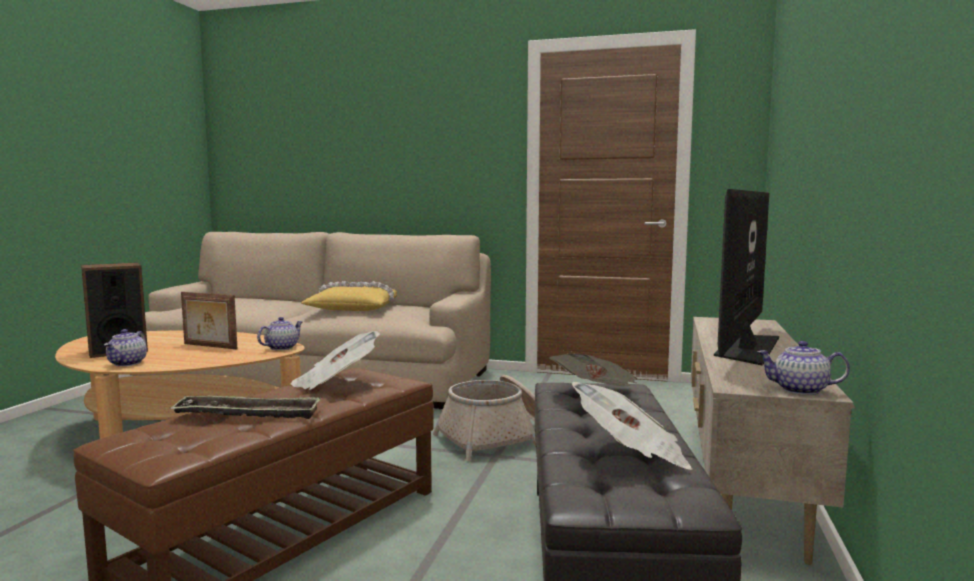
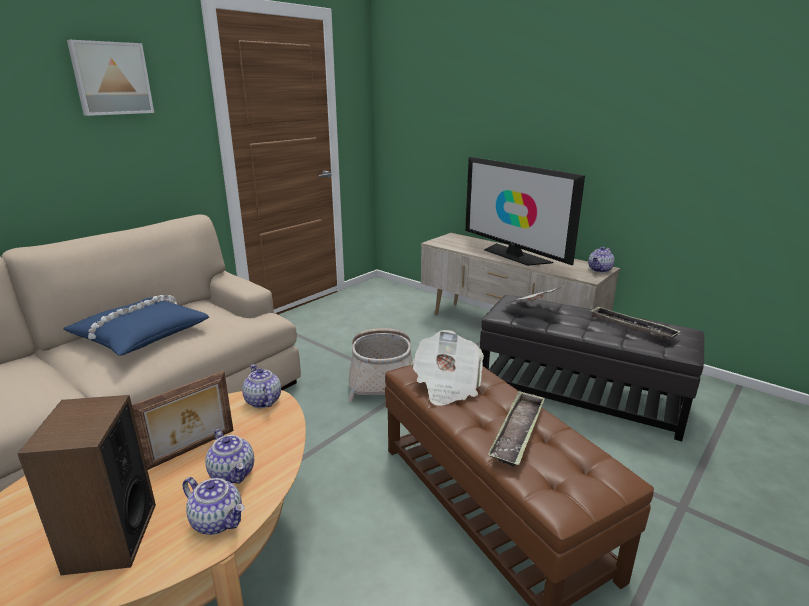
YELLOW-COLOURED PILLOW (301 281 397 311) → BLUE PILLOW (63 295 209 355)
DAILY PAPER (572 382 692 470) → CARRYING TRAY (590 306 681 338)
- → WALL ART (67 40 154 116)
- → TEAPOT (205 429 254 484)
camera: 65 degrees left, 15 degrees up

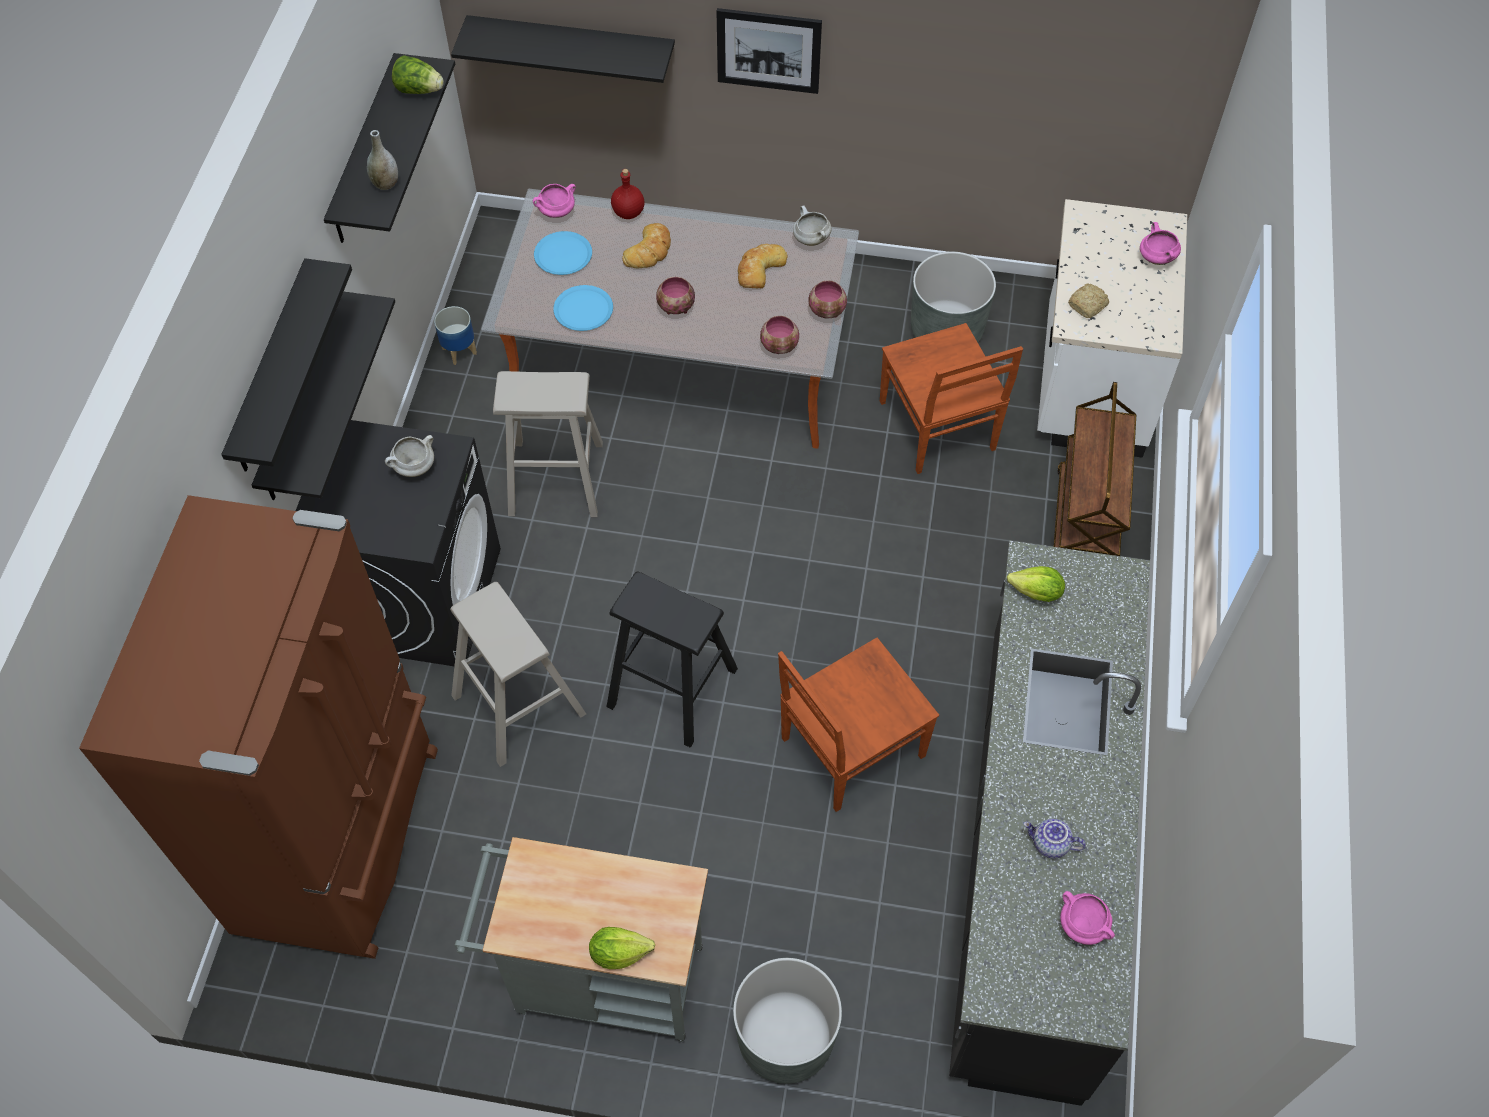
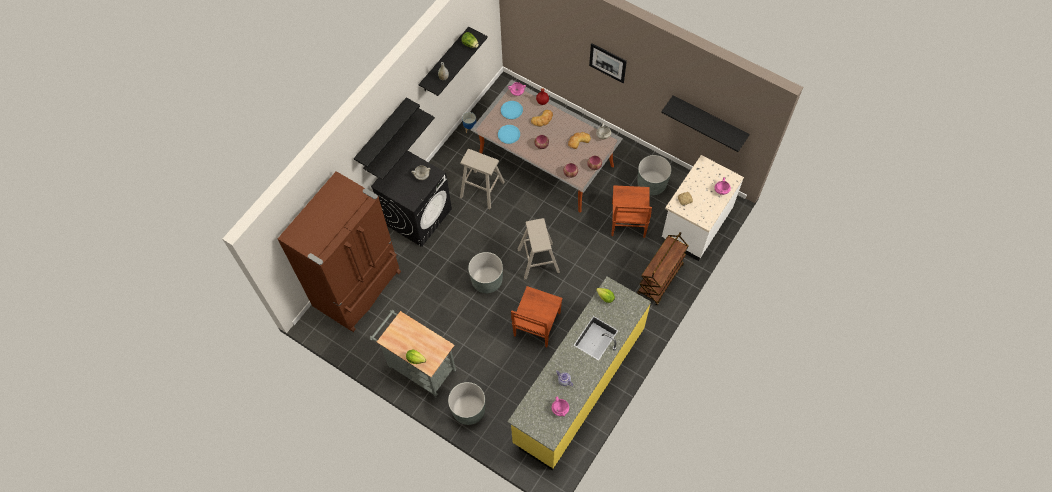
BEIGE STOOL SEAT (450 582 586 767) → BEIGE STOOL SEAT (518 218 560 280), shifted
BLACK-COLOURED WALL SHELF (451 15 675 83) → BLACK-COLOURED WALL SHELF (661 95 750 152), shifted
BLACK-COLOURED STOOL SEAT (606 572 738 748) → GRAY PLANTER (468 252 503 293)
BROWNISH PLAIN CHAIR (778 638 939 812) → BROWNISH PLAIN CHAIR (511 286 563 347), 60 degrees counterclockwise
BLACK-COLOURED KITCHEN BASE UNIT (949 541 1150 1106) → YELLOW-COLOURED KITCHEN BASE UNIT (507 277 651 470)
camera: 25 degrees right, 5 degrees up

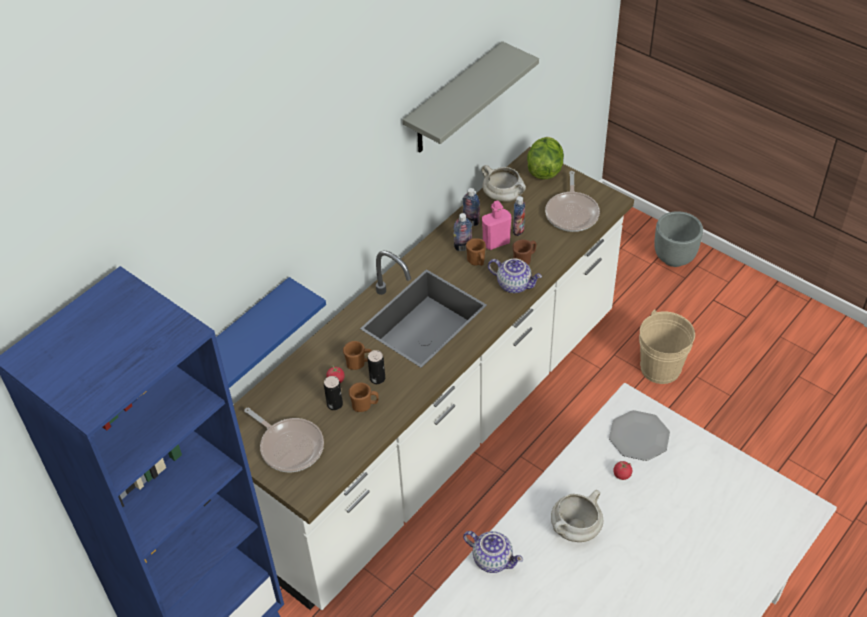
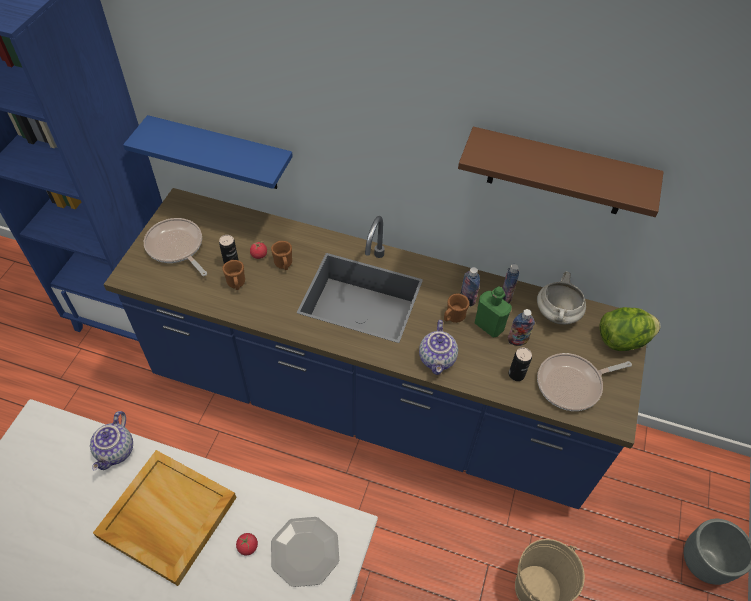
WHITE-COLOURED KITCHEN BASE UNIT (233 147 634 610) → BLUE KITCHEN BASE UNIT (103 188 647 509)
PAN (244 408 324 472) → PAN (144 218 207 276), 120 degrees clockwise
METAL CAN (368 350 385 384) → METAL CAN (509 347 532 381), shifted
GRAY WALL SHELF (402 41 539 153) → BROWNISH WALL SHELF (458 127 664 217)
PINK-COLOURED BEVERAGE BOTTLE (482 201 512 250) → GREENISH BEVERAGE BOTTLE (475 286 512 337)
BROWNISH TEA MUG (513 239 536 265) → -
WHITE-COLOURED STOCKPOT (551 490 603 542) → BEIGE CARRYING TRAY (93 450 237 586)
camera: 65 degrees right, 5 degrees up

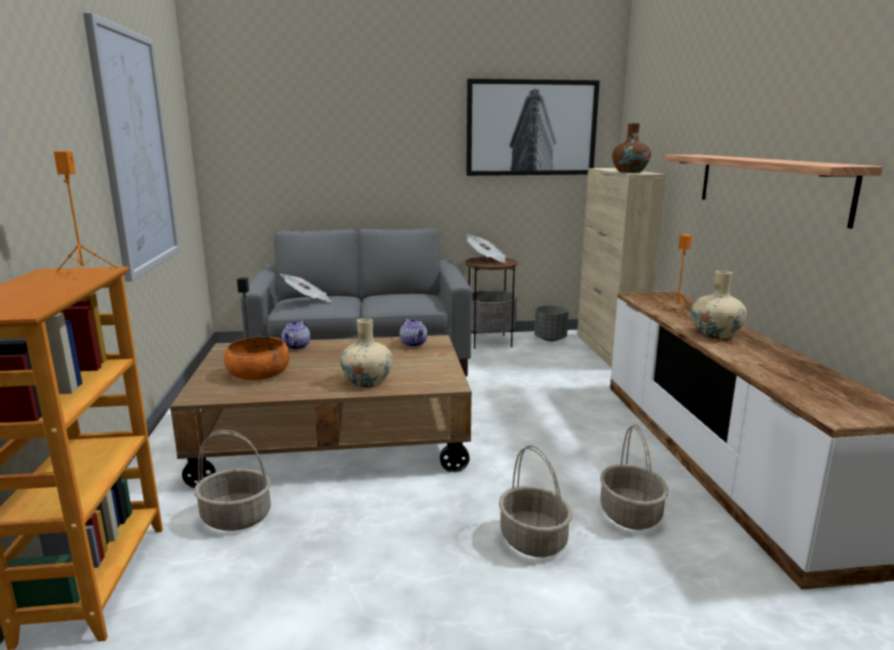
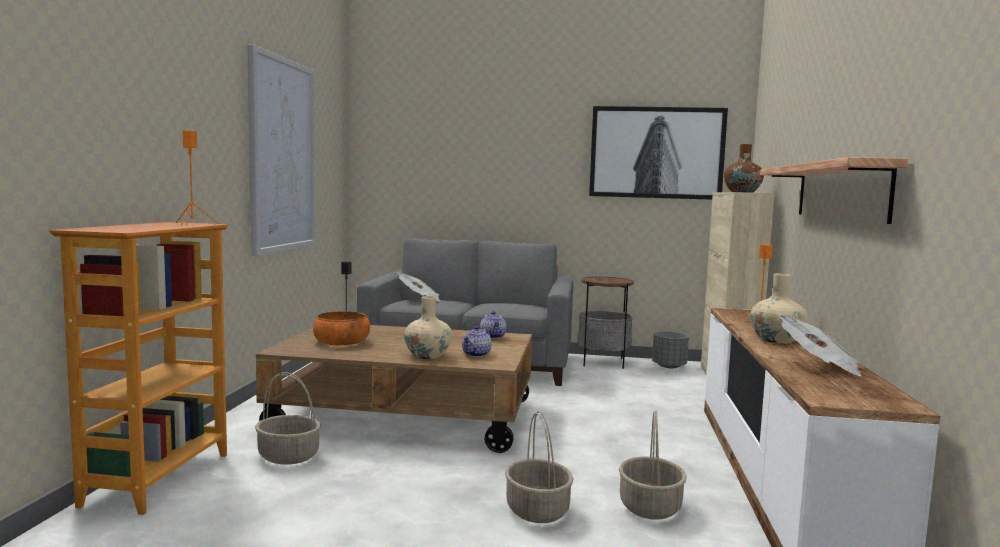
TEAPOT (282 320 310 350) → TEAPOT (462 326 492 357), shifted
DAILY PAPER (467 234 506 263) → DAILY PAPER (778 314 862 376), shifted
camera: 15 degrees right, 10 degrees down

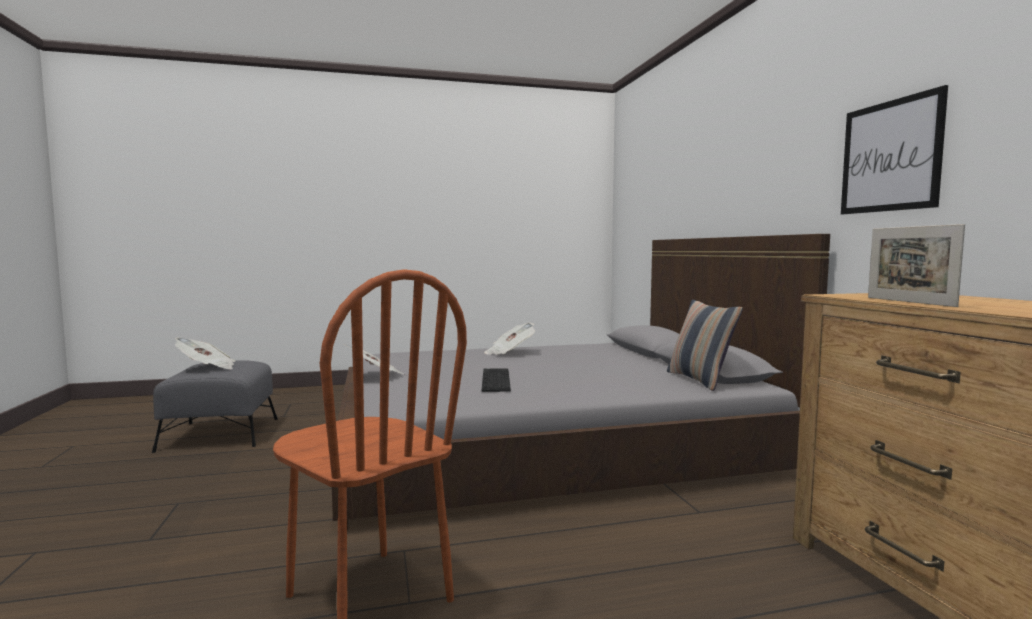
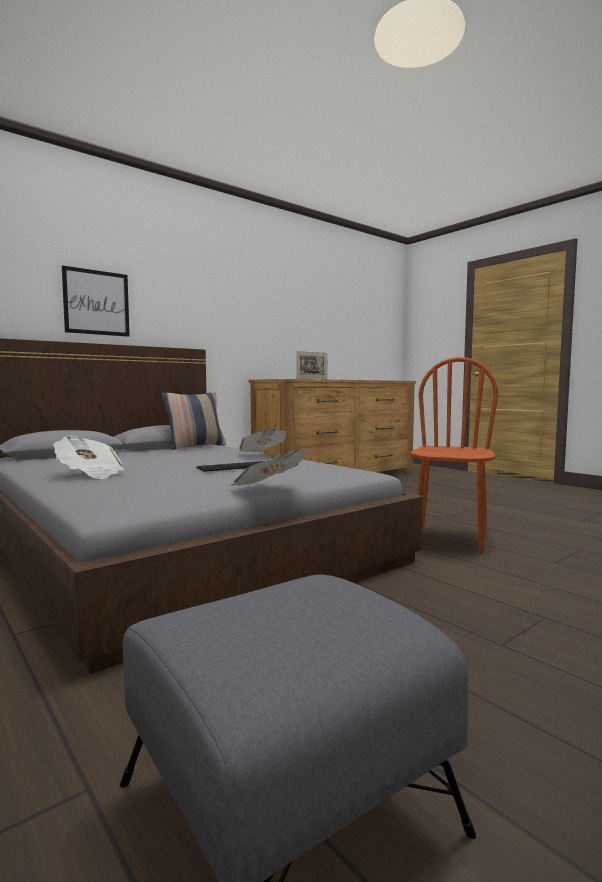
DAILY PAPER (175 338 235 369) → DAILY PAPER (239 428 286 452), shifted
WALL ART (841 85 948 214) → WALL ART (62 266 130 337), shifted
camera: 115 degrees left, 0 degrees up

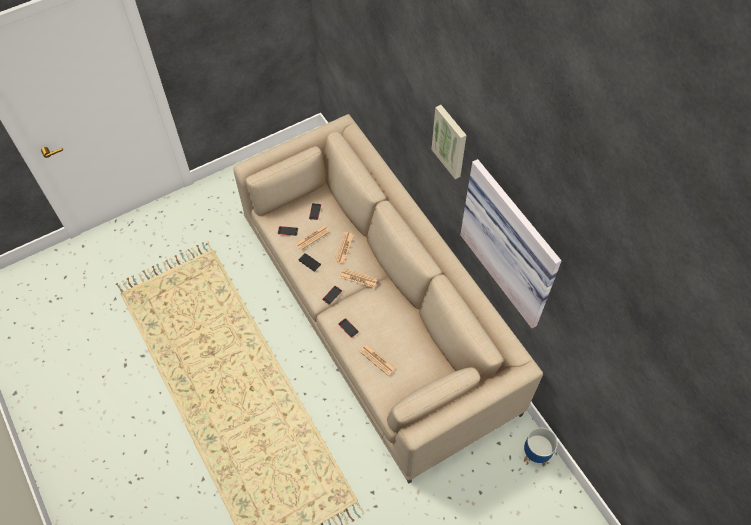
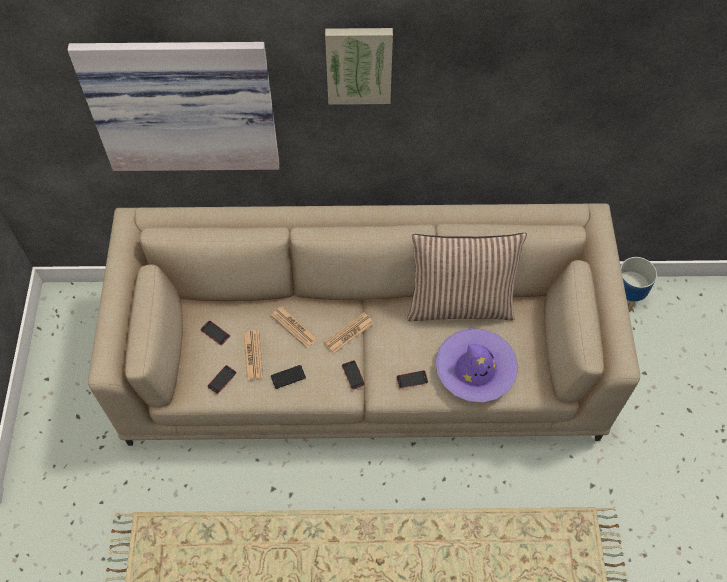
DAILY PAPER (360 344 396 376) → PURPLE HAT (435 328 518 402)
WALL ART (460 159 561 328) → WALL ART (68 42 280 171), shifted
- → PILLOW (407 233 527 321)
camera: 60 degrees left, 0 degrees up

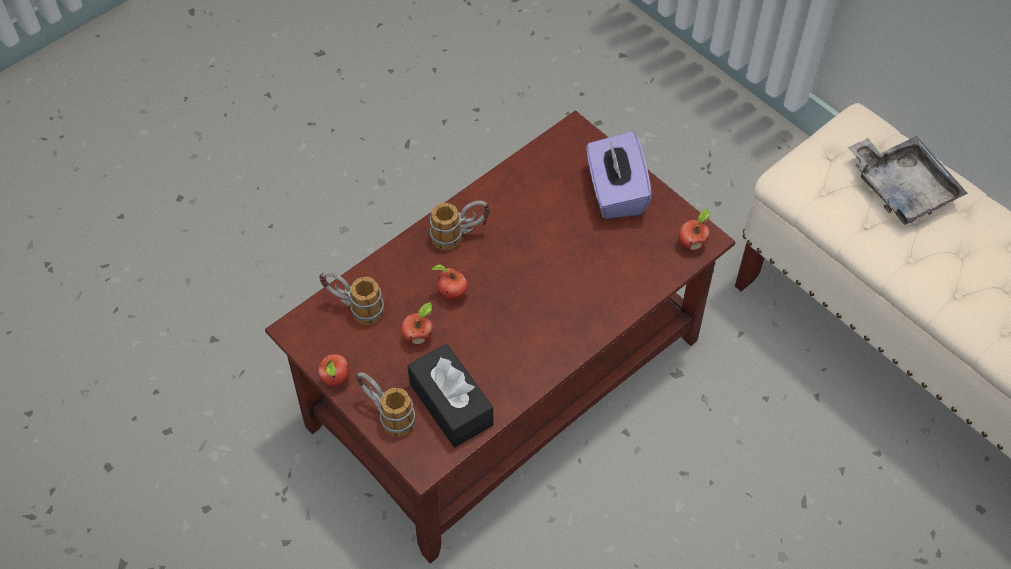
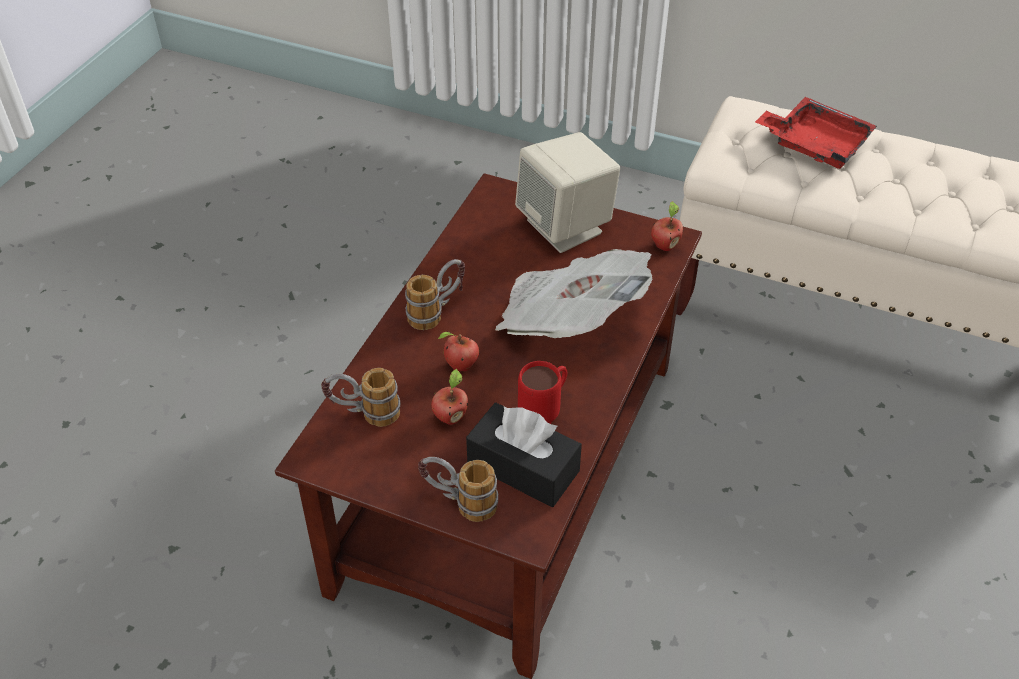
WHOLE APPLE (318 354 350 386) → -
PURPLE TISSUE BOX (586 131 652 219) → BEIGE LOUDSPEAKER (515 132 620 253)
GRAY CARRYING TRAY (848 136 968 225) → REDDISH CARRYING TRAY (755 97 877 169)
- → DAILY PAPER (495 249 652 338)
- → REDDISH TEA MUG (518 361 567 424)
camera: 25 degrees left, 10 degrees down

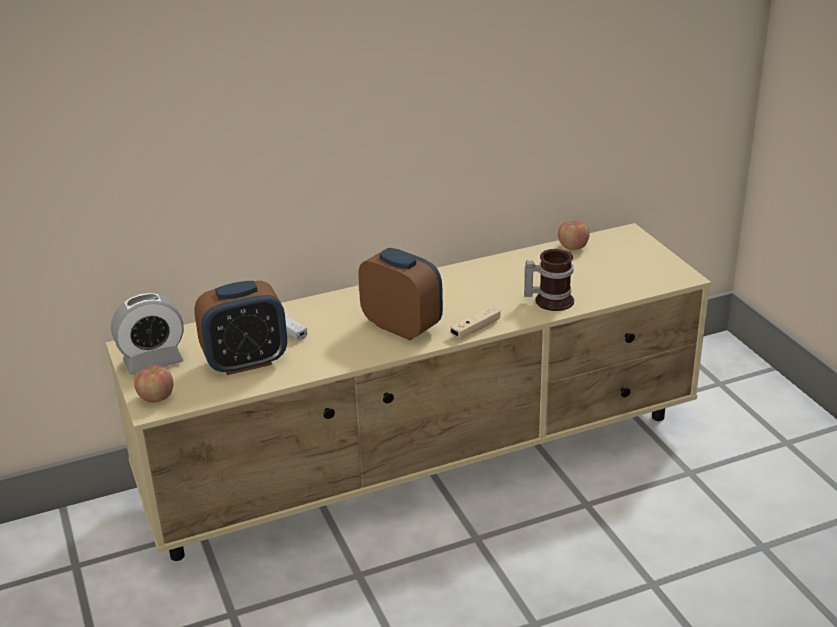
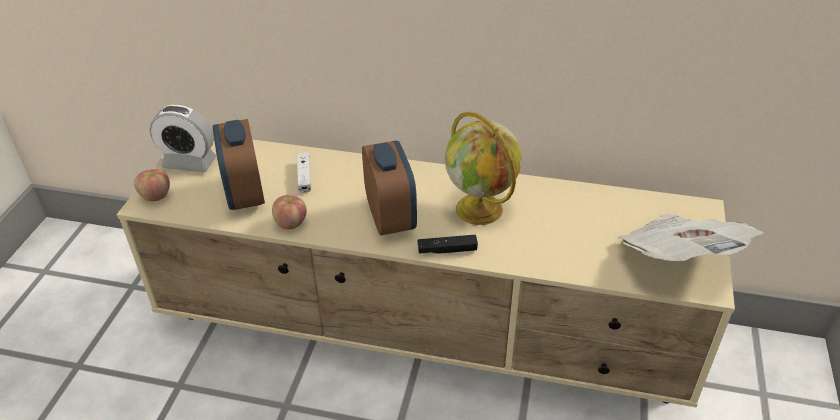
BEDSIDE CLOCK (194 281 287 375) → BEDSIDE CLOCK (213 119 265 210), 60 degrees clockwise
BEIGE GAME CONTROLLER (450 306 500 338) → BLACK-COLOURED GAME CONTROLLER (417 235 478 254)
TEA MUG (525 249 574 311) → -
WHOLE APPLE (558 221 589 250) → WHOLE APPLE (272 195 307 229), shifted
- → DESK GLOBE (445 112 522 225)
- → DAILY PAPER (617 214 764 261)
camera: 35 degrees right, 10 degrees up

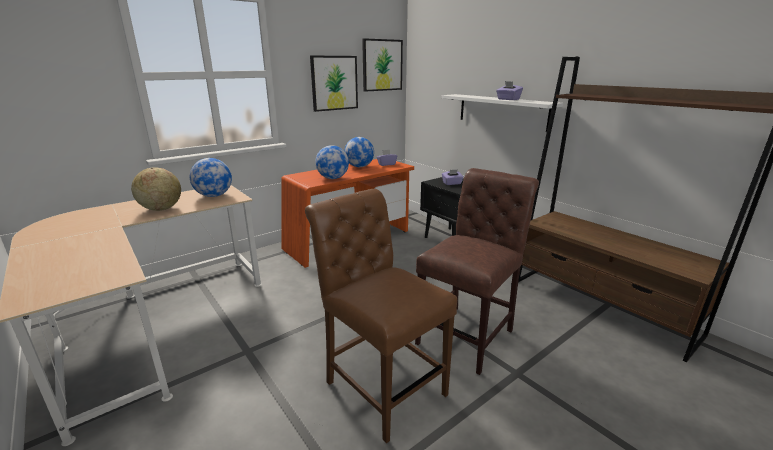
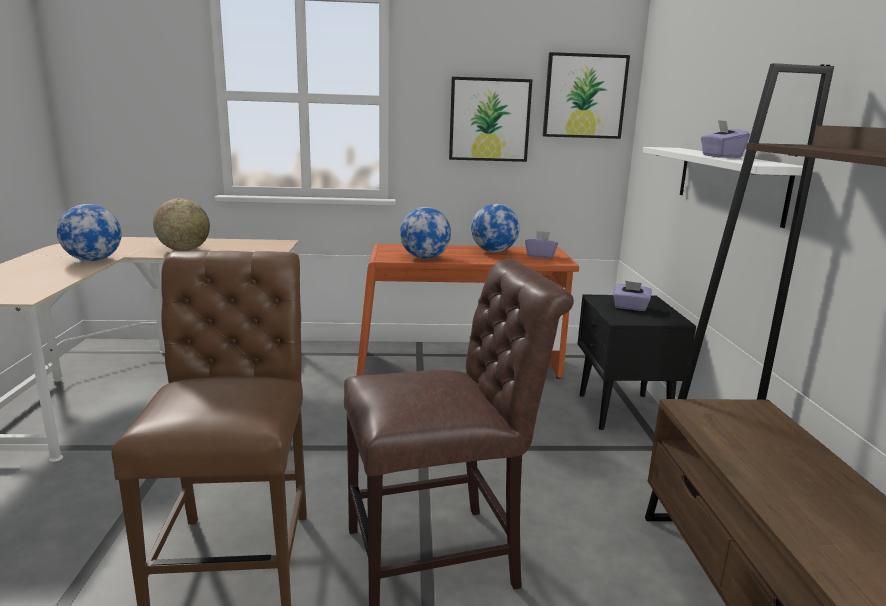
DESK GLOBE (189 158 232 197) → DESK GLOBE (57 204 122 261), shifted
camera: 35 degrees right, 5 degrees down

